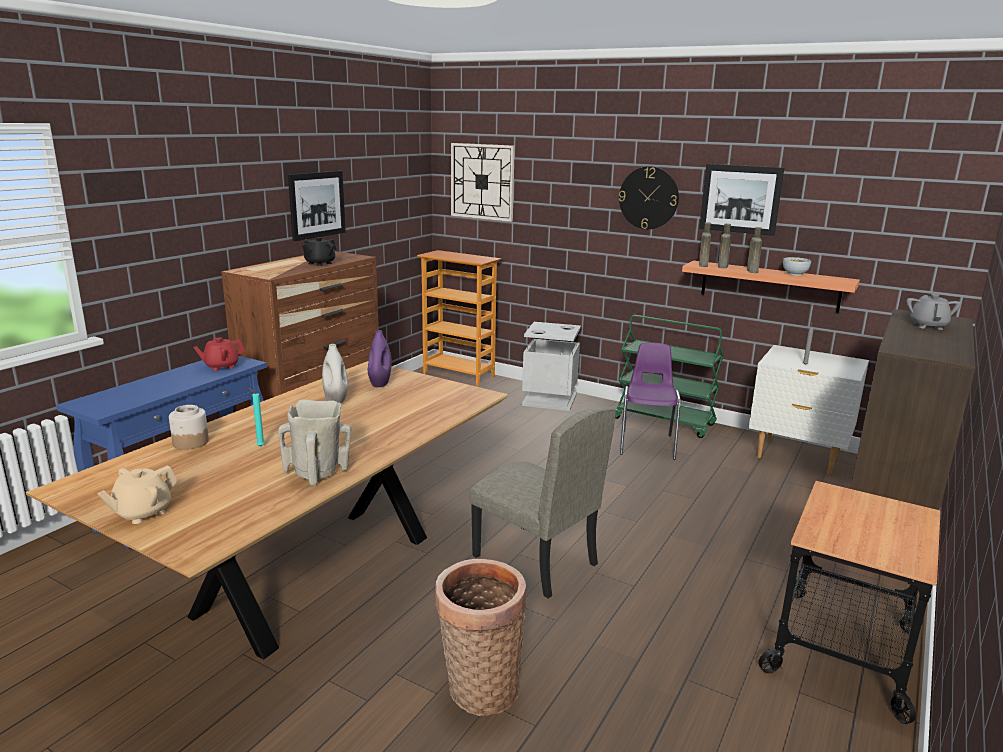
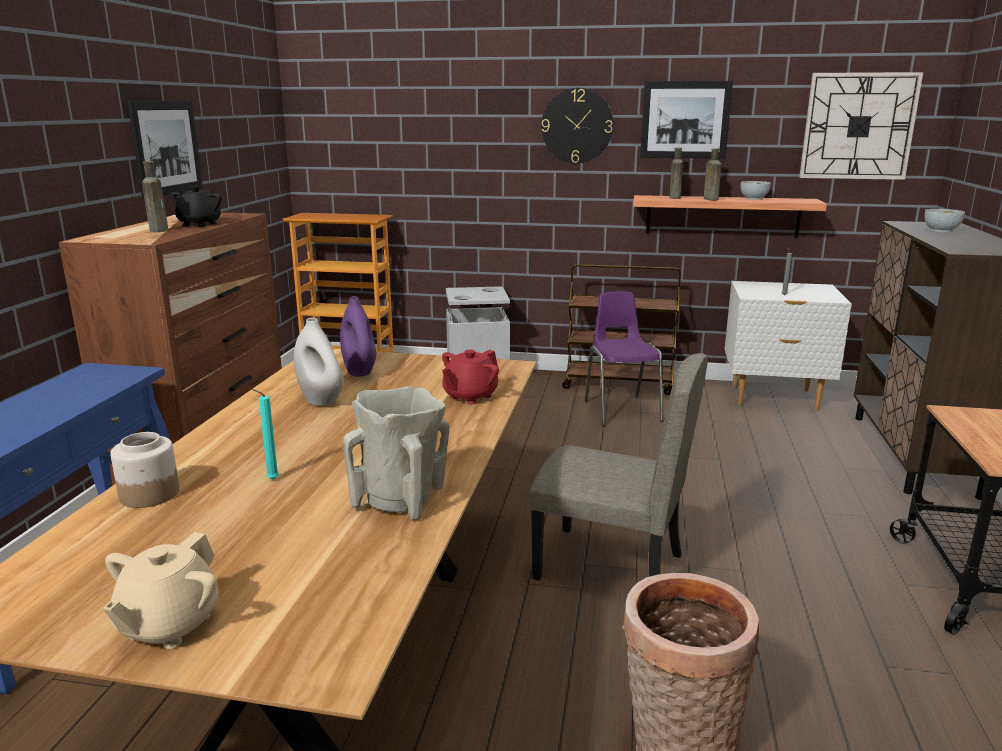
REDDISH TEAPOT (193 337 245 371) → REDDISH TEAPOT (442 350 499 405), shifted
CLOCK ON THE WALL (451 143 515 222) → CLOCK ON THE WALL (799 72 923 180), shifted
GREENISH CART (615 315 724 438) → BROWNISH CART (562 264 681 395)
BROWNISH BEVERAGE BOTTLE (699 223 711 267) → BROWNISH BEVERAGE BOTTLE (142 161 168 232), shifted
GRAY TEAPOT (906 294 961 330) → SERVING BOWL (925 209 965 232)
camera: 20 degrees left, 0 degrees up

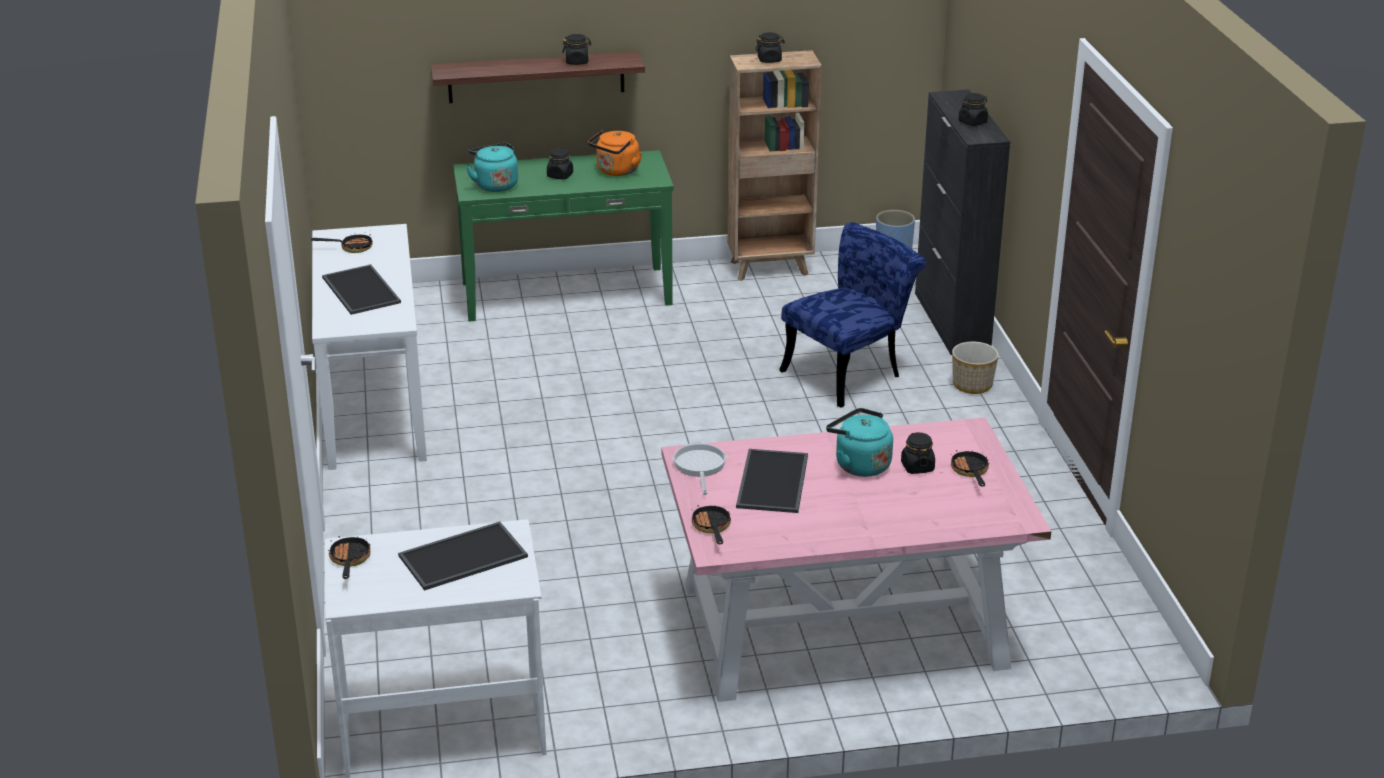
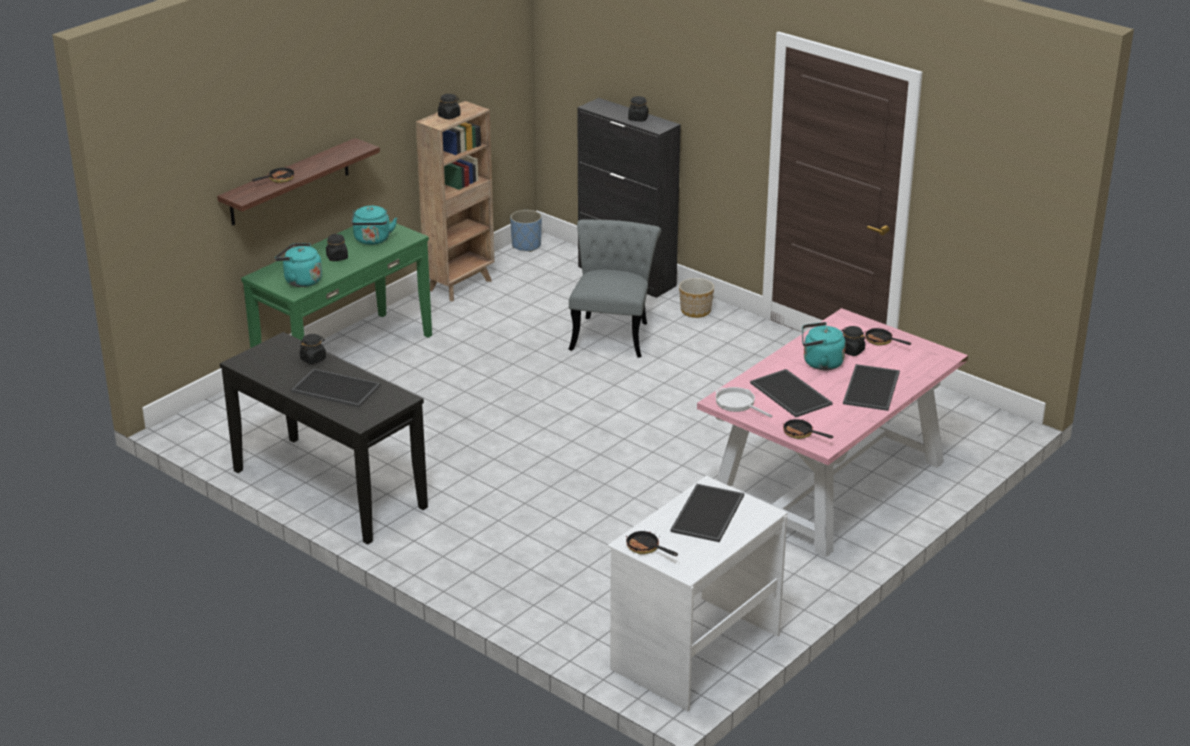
PAN (311 232 373 253) → PAN (252 165 294 183), shifted
WHITE-COLOURED CONSOLE TABLE (312 224 427 470) → BLACK-COLOURED CONSOLE TABLE (220 332 428 544)
BLACK-COLOURED STORAGE JAR (562 34 592 65) → BLACK-COLOURED STORAGE JAR (300 334 326 364), shifted
ORANGE-COLOURED WATER KETTLE (588 130 642 176) → TURQUOISE WATER KETTLE (352 206 397 245)
BLUE PLAIN CHAIR (779 222 927 408) → GRAY PLAIN CHAIR (568 219 661 358)
- → CARRYING TRAY (843 364 900 411)
camera: 40 degrees left, 0 degrees up

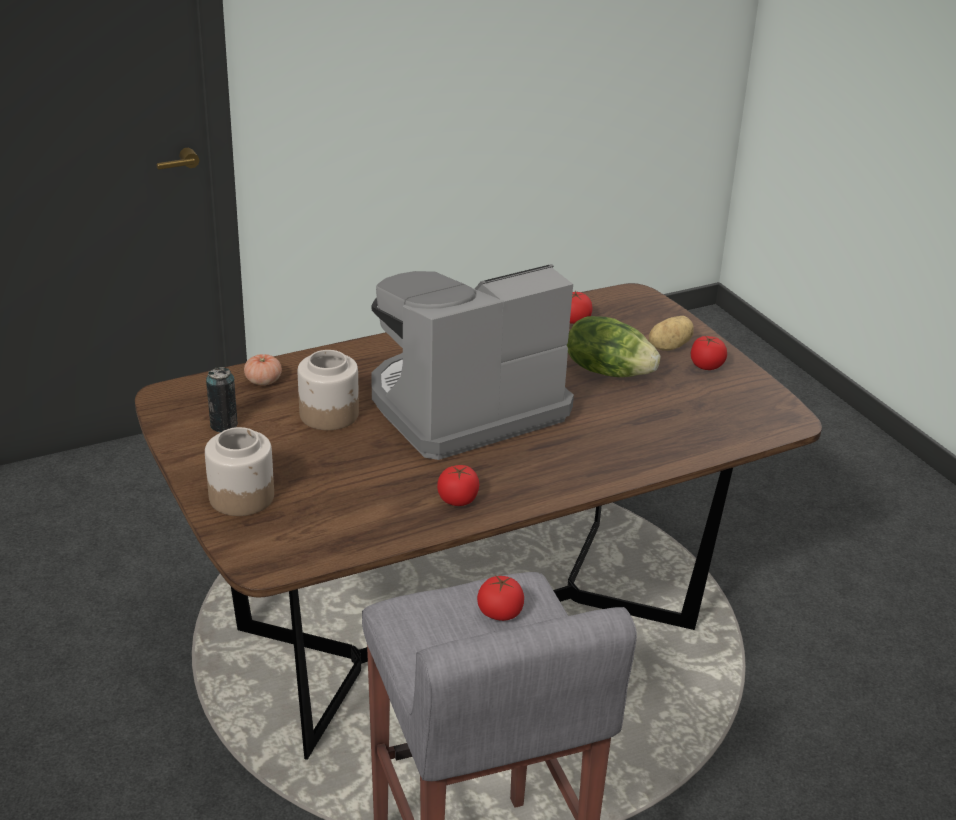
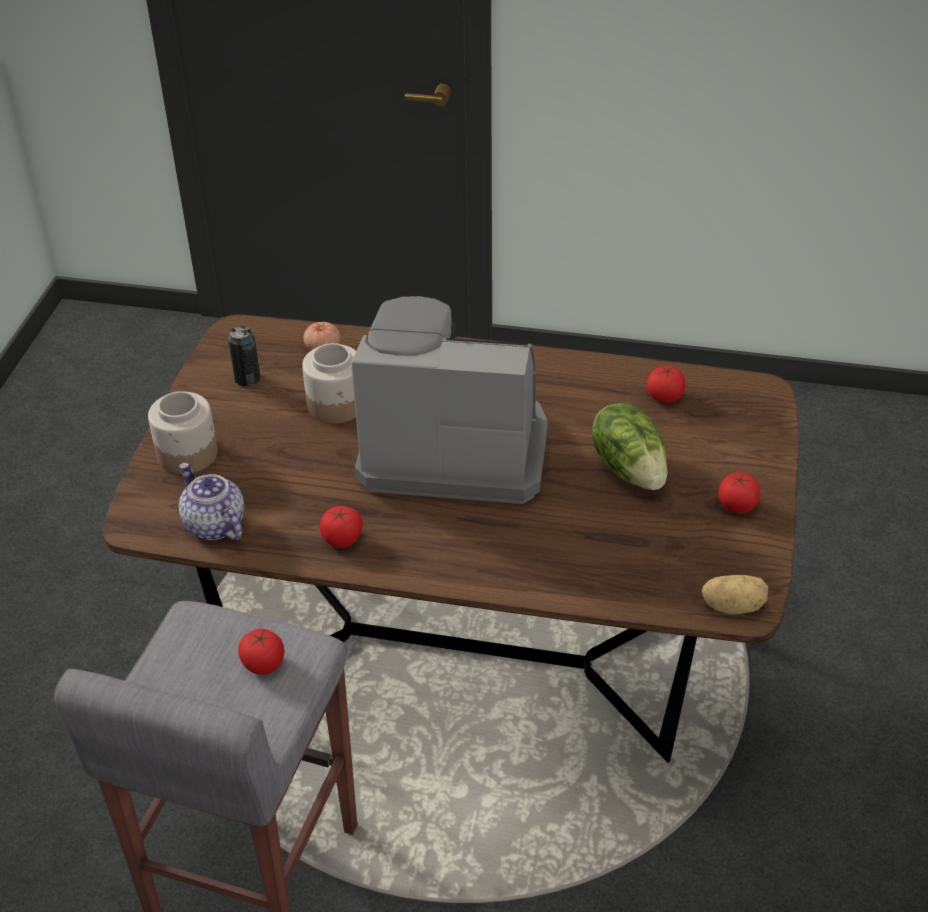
POTATO (649 316 694 351) → POTATO (702 575 768 615), shifted
- → TEAPOT (179 463 245 541)
camera: 40 degrees right, 10 degrees up

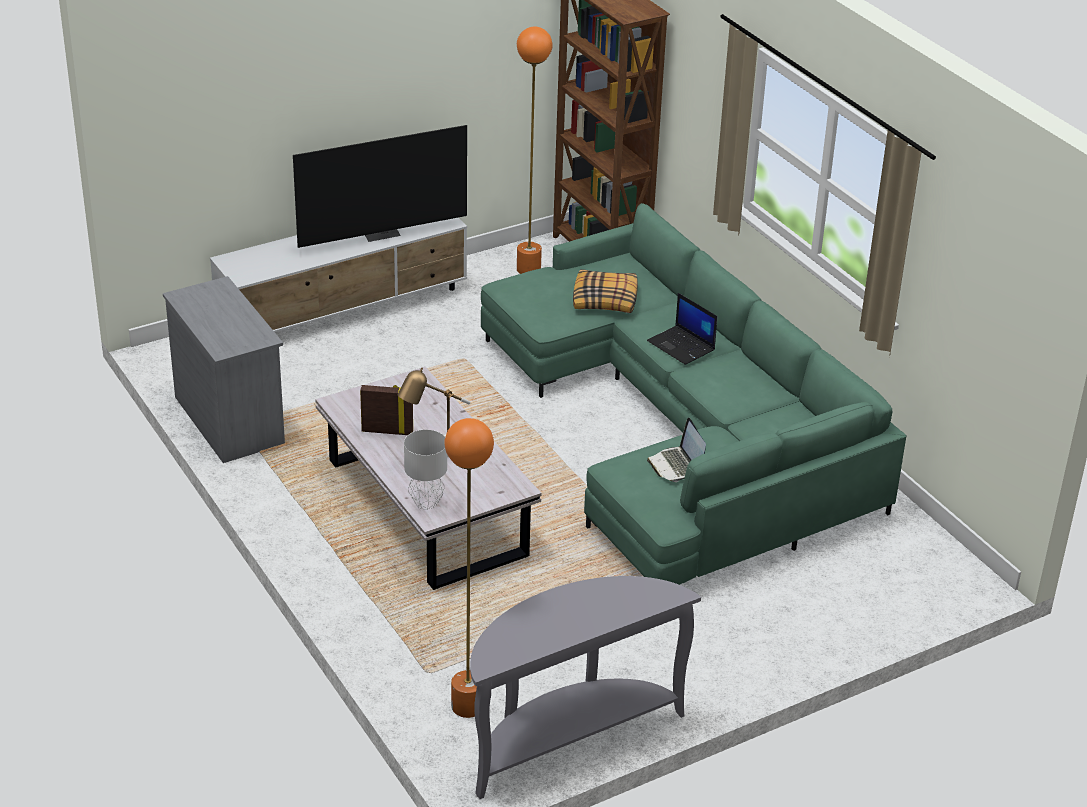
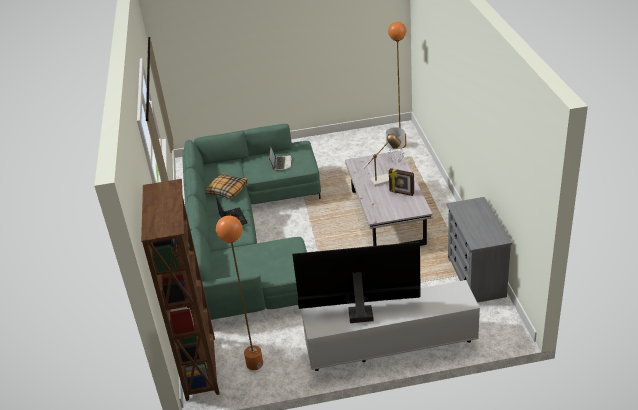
GRAY CONSOLE TABLE (470 576 701 799) → -
PILLOW (573 269 638 313) → PILLOW (205 173 248 199), shifted
camera: 155 degrees left, 0 degrees up

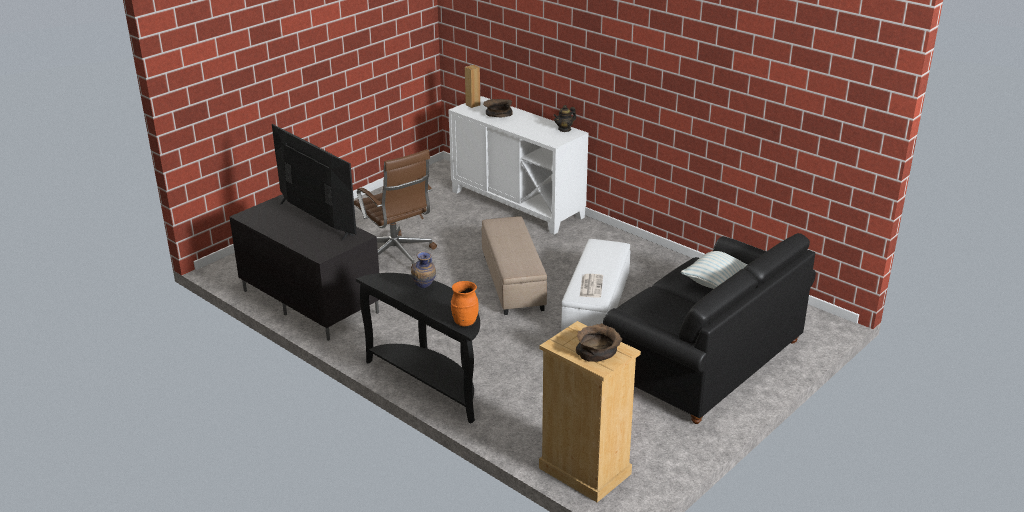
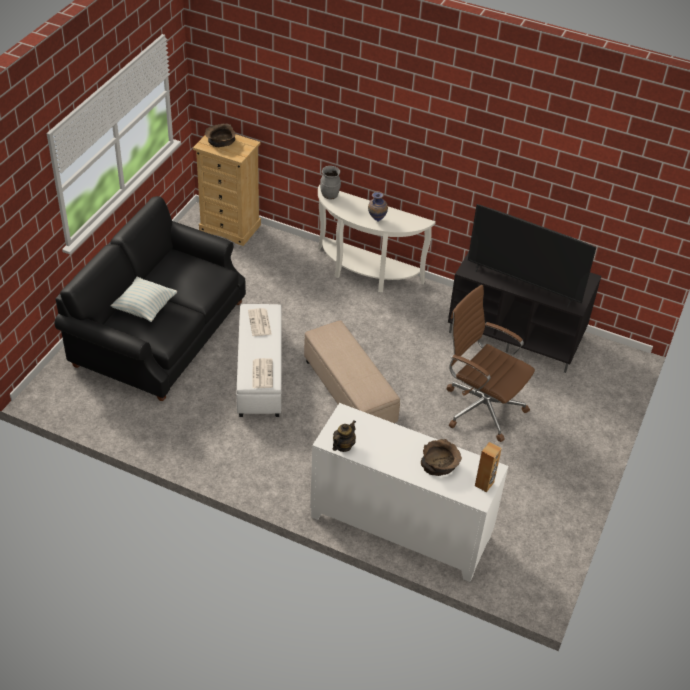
BLACK-COLOURED CONSOLE TABLE (356 273 480 424) → WHITE-COLOURED CONSOLE TABLE (318 185 436 292)
ORANGE-COLOURED VASE (451 281 479 327) → GRAY VASE (320 166 341 199)
- → DAILY PAPER (253 358 273 388)
camera: 160 degrees right, 15 degrees up

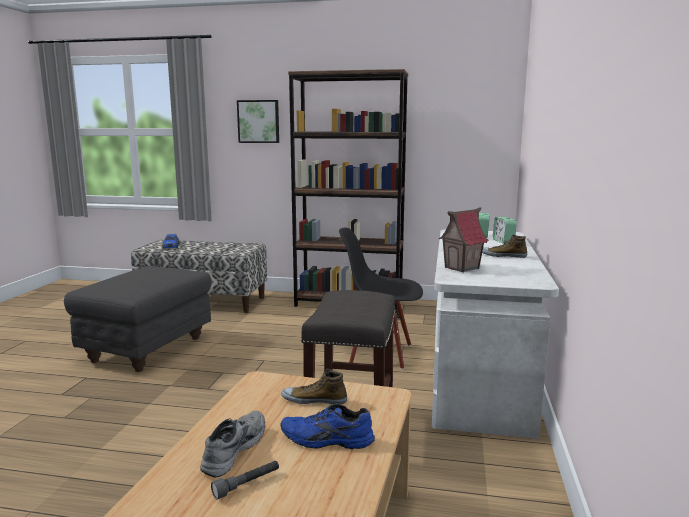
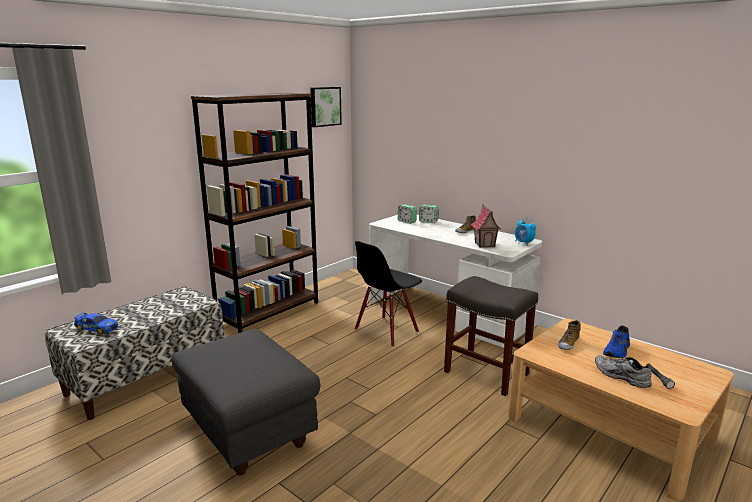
WALL ART (237 100 279 143) → WALL ART (310 87 342 127), shifted
- → BEDSIDE CLOCK (515 218 536 246)
camera: 60 degrees left, 5 degrees up

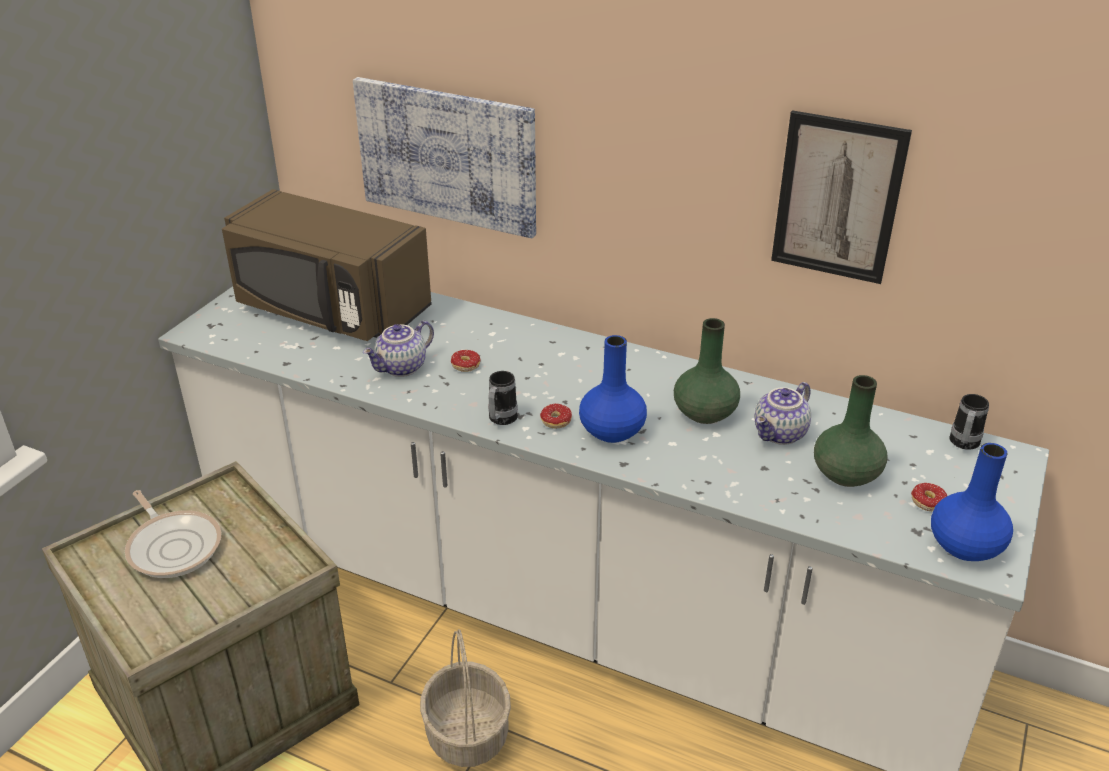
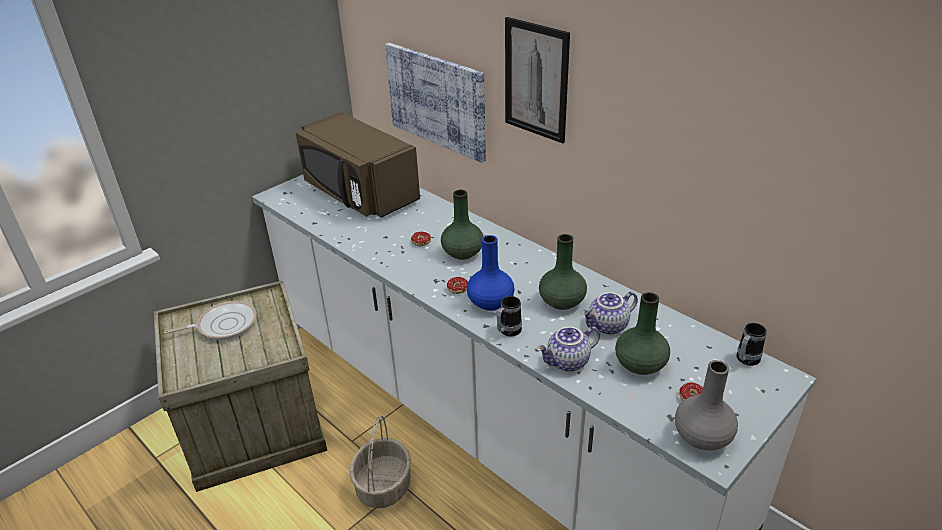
PAN (125 490 221 578) → PAN (164 301 257 340), 90 degrees counterclockwise
TEAPOT (363 320 434 377) → TEAPOT (537 326 600 372), shifted
TEA MUG (488 371 518 425) → TEA MUG (497 296 522 337), shifted
WALL ART (771 110 912 284) → WALL ART (505 17 570 143), shifted
BLUE VASE (931 443 1013 561) → GRAY VASE (675 360 738 450)
- → GREENISH VASE (441 190 484 260)
camera: 20 degrees right, 0 degrees up

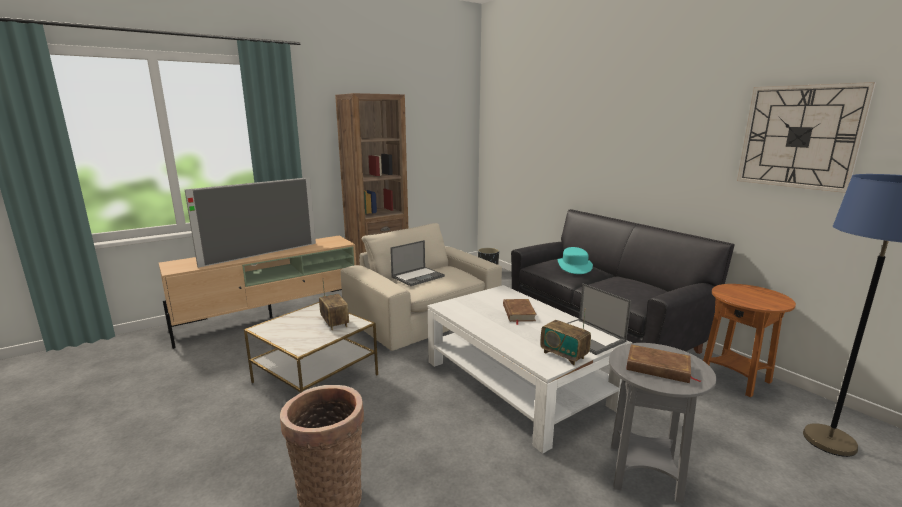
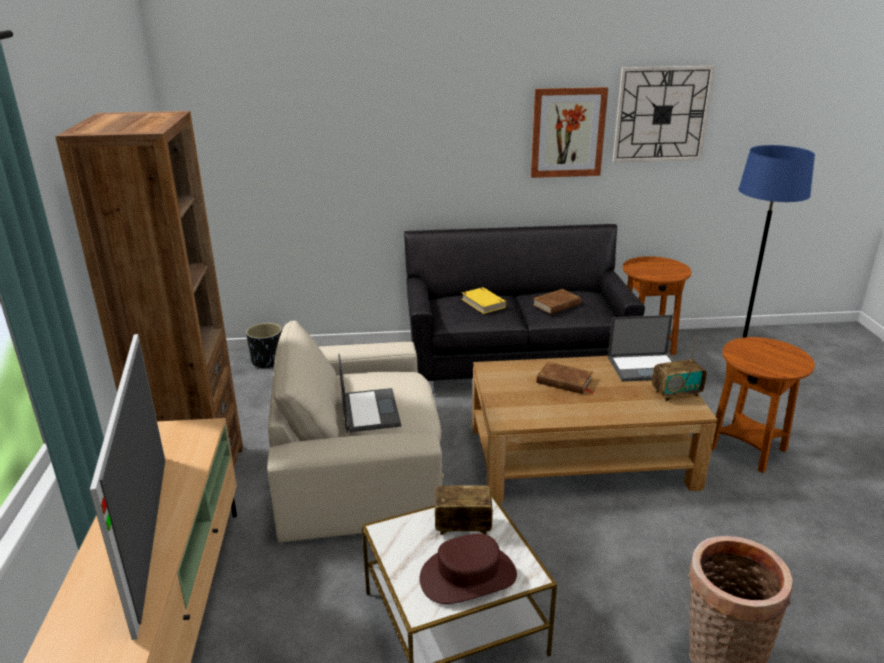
WHITE-COLOURED LOW TABLE (428 285 632 454) → BROWNISH LOW TABLE (472 353 718 503)
TURQUOISE HAT (558 247 593 274) → YELLOW-COLOURED VOLUME (462 287 506 314)
GRAY SIDE TABLE (609 343 716 504) → BROWNISH SIDE TABLE (712 337 815 473)
BROWNISH VOLUME (626 344 700 383) → BROWNISH VOLUME (533 289 581 314), shifted
- → BROWNISH HAT (419 534 517 604)
- → WALL ART (531 87 608 178)
camera: 60 degrees left, 10 degrees up

